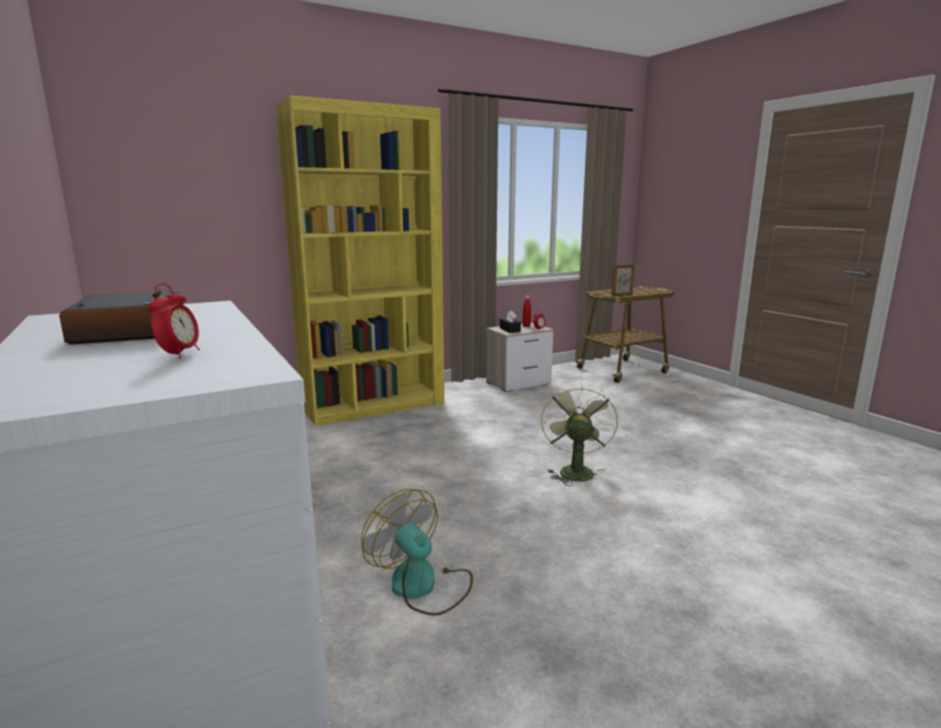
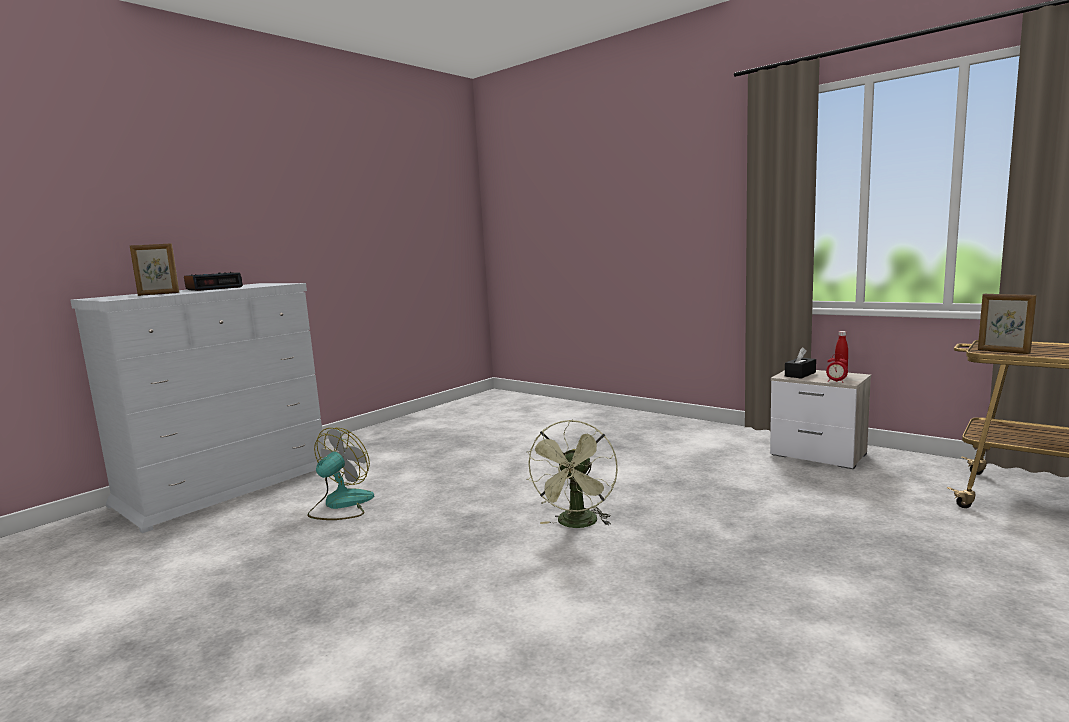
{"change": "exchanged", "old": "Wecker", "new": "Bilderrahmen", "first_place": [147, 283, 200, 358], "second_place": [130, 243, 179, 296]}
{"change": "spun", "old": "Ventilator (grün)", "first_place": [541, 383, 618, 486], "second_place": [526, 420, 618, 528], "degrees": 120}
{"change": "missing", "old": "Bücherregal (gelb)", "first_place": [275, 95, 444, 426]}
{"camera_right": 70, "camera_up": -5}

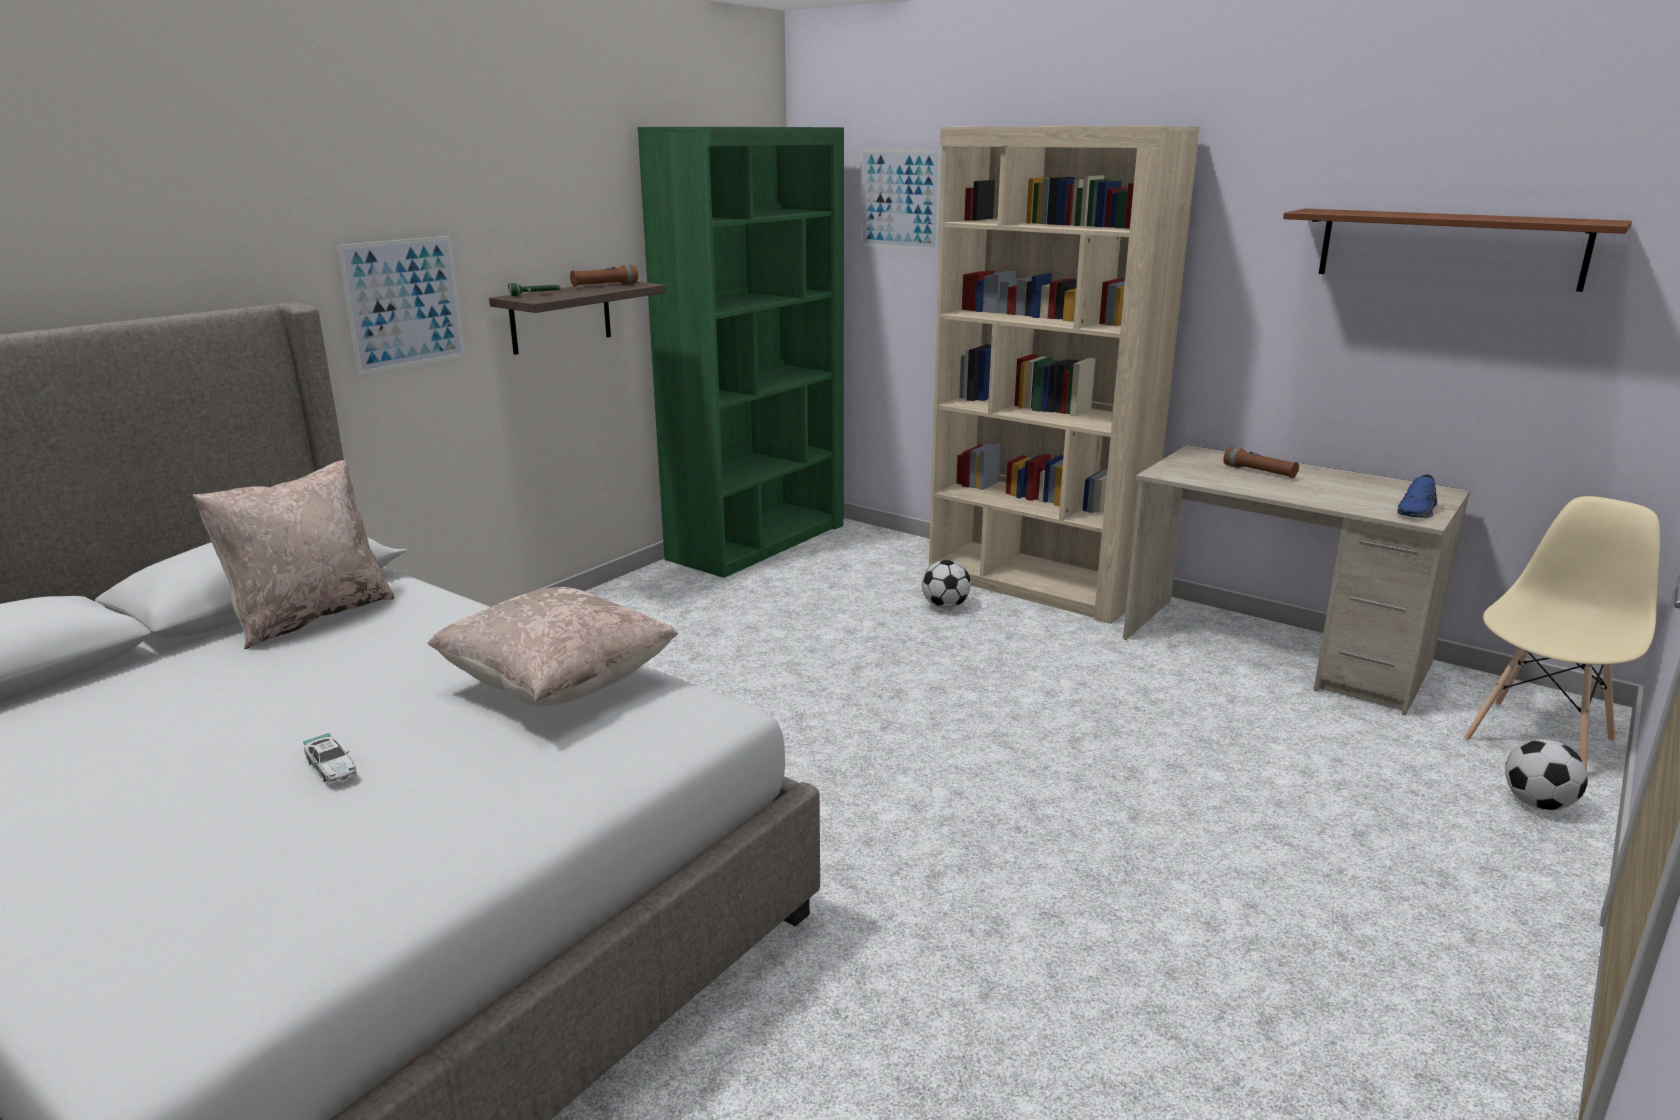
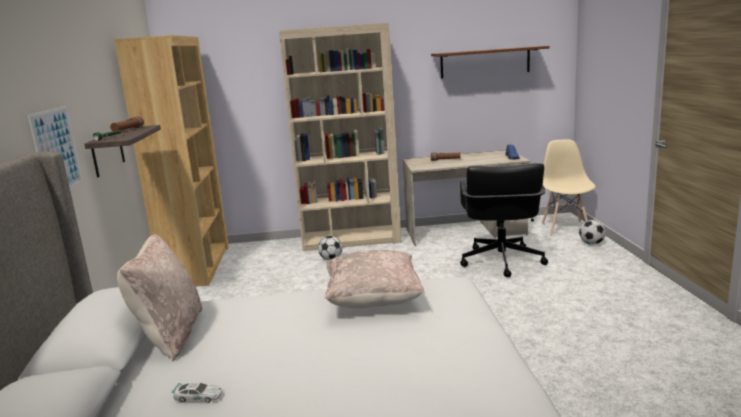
{"change": "colour", "old": "Bücherregal (grün)", "new": "Bücherregal (braun)", "first_place": [637, 127, 844, 578], "second_place": [114, 35, 229, 287]}
{"change": "relocated", "old": "Spielzeugauto", "first_place": [303, 733, 357, 785], "second_place": [172, 382, 222, 403]}
{"change": "appeared", "new": "Bürostuhl (schwarz)", "second_place": [460, 163, 548, 277]}
{"change": "missing", "old": "Bild", "first_place": [860, 149, 942, 251]}
{"camera_right": -40, "camera_up": -5}

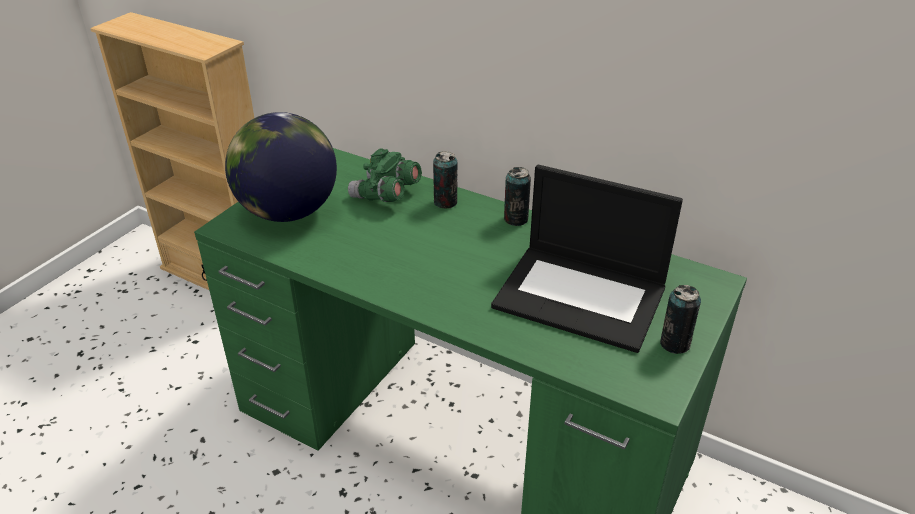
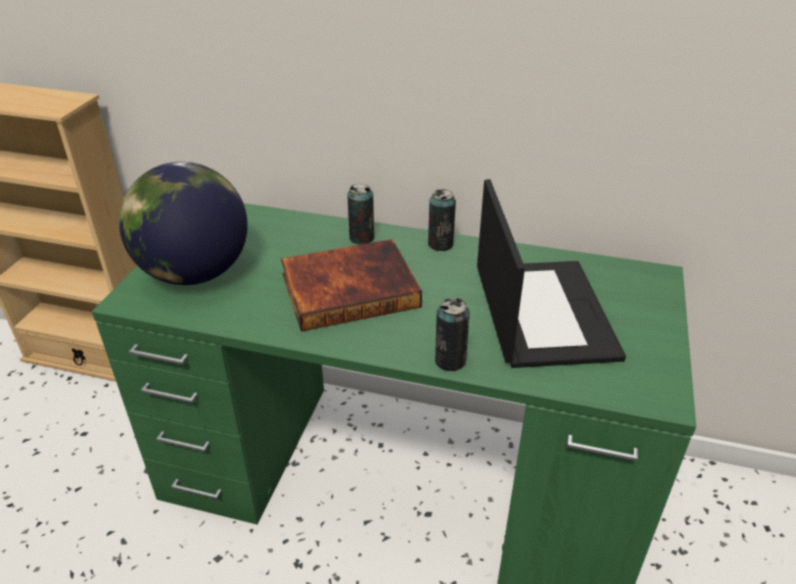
{"change": "appeared", "new": "Buch", "second_place": [281, 239, 422, 332]}
{"change": "relocated", "old": "Dose", "first_place": [660, 285, 701, 354], "second_place": [435, 298, 470, 372]}
{"change": "spun", "old": "Laptop", "first_place": [491, 164, 683, 353], "second_place": [477, 179, 626, 368], "degrees": -105}
{"change": "missing", "old": "Fernglas (grün)", "first_place": [348, 148, 422, 202]}
{"camera_right": -15, "camera_up": 0}

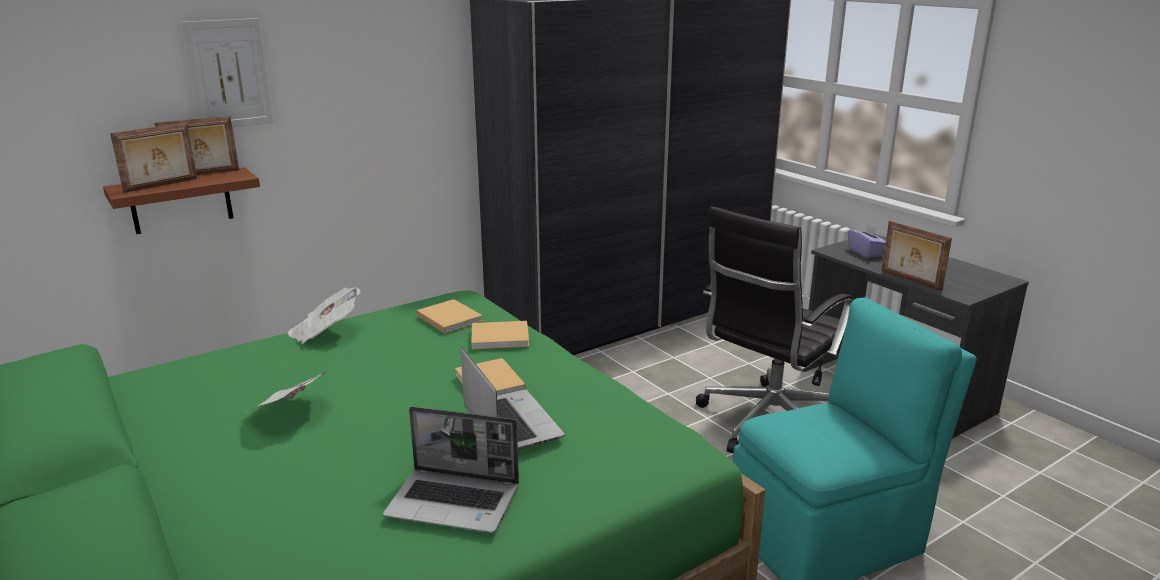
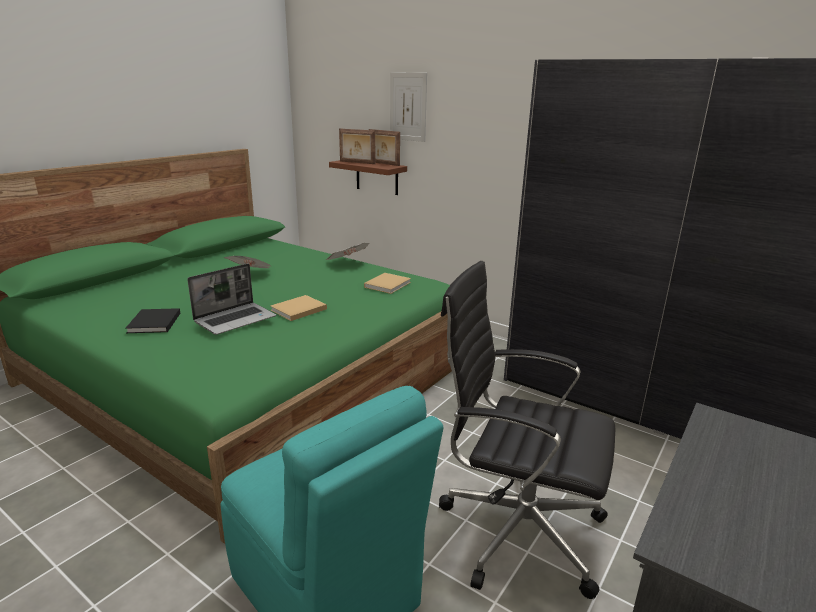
{"change": "exchanged", "old": "Laptop", "new": "Buch (schwarz)", "first_place": [383, 406, 519, 533], "second_place": [125, 308, 180, 333]}
{"change": "missing", "old": "Buch (beige)", "first_place": [471, 321, 529, 349]}
{"change": "missing", "old": "Taschentuchbox (lila)", "first_place": [848, 223, 886, 258]}
{"change": "missing", "old": "Bilderrahmen", "first_place": [882, 221, 952, 291]}
{"camera_right": 70, "camera_up": 0}

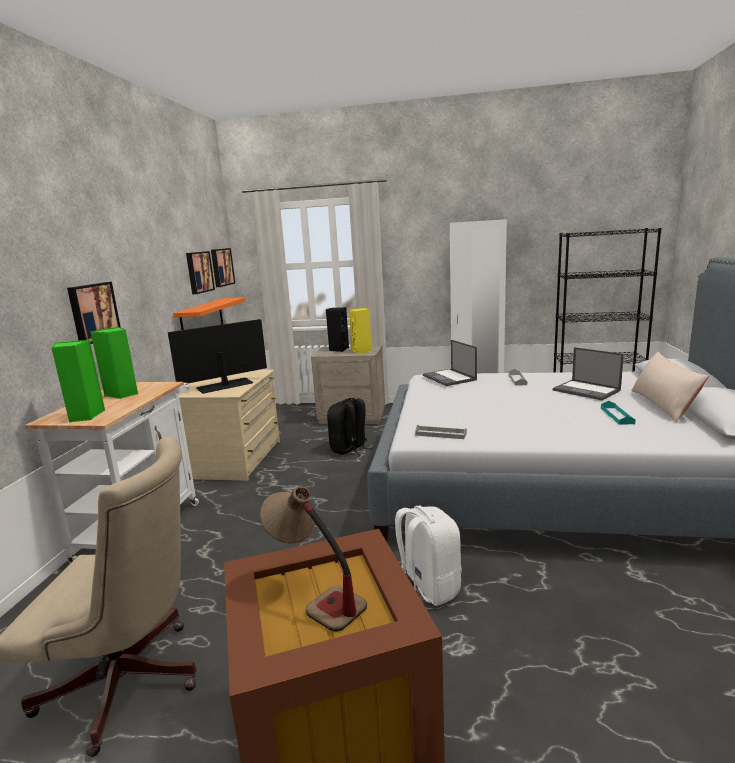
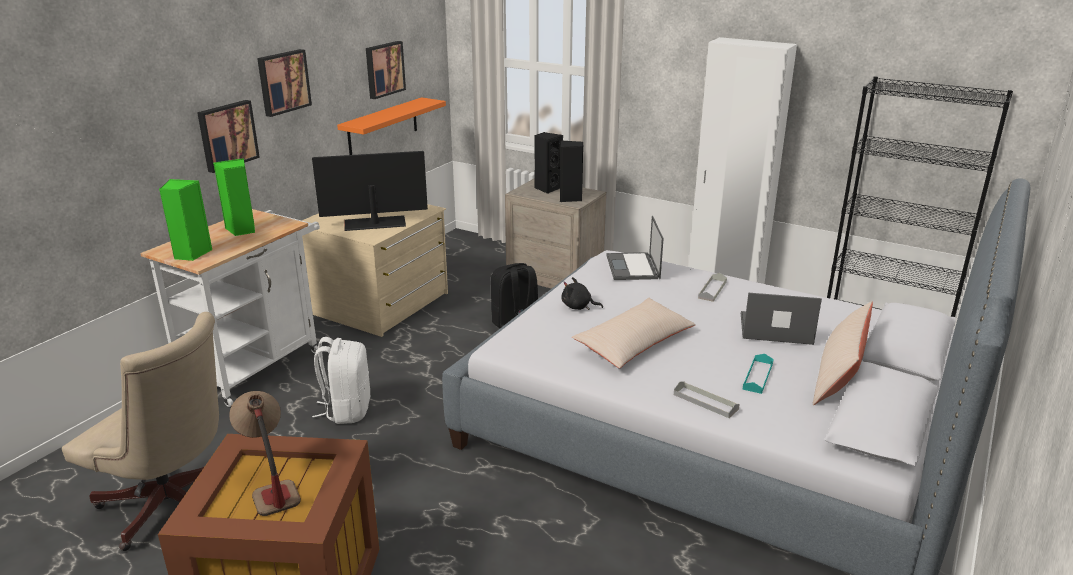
{"change": "relocated", "old": "Bild", "first_place": [211, 248, 235, 287], "second_place": [257, 49, 312, 117]}
{"change": "relocated", "old": "Rucksack (weiß)", "first_place": [395, 505, 462, 606], "second_place": [312, 337, 371, 424]}
{"change": "colour", "old": "Lautsprecher (gelb)", "new": "Lautsprecher (schwarz)", "first_place": [349, 308, 372, 354], "second_place": [560, 140, 583, 202]}
{"change": "appeared", "new": "Plüschtier (schwarz)", "second_place": [561, 277, 603, 310]}
{"change": "appeared", "new": "Kissen (beige)", "second_place": [572, 298, 696, 368]}
{"change": "relocated", "old": "Tablett (grau)", "first_place": [415, 425, 467, 439], "second_place": [674, 381, 740, 418]}
{"change": "spun", "old": "Laptop", "first_place": [553, 347, 624, 400], "second_place": [741, 293, 822, 345], "degrees": 120}
{"camera_right": 20, "camera_up": 10}

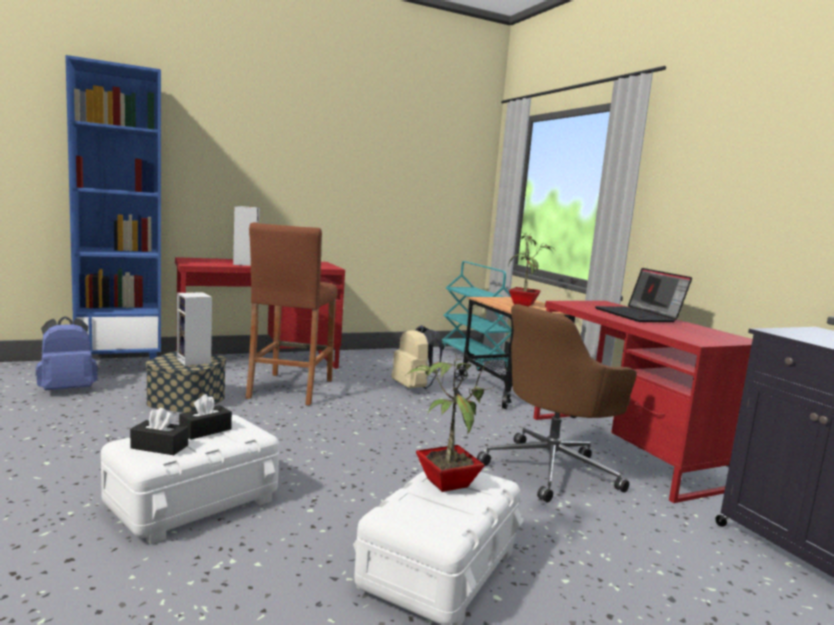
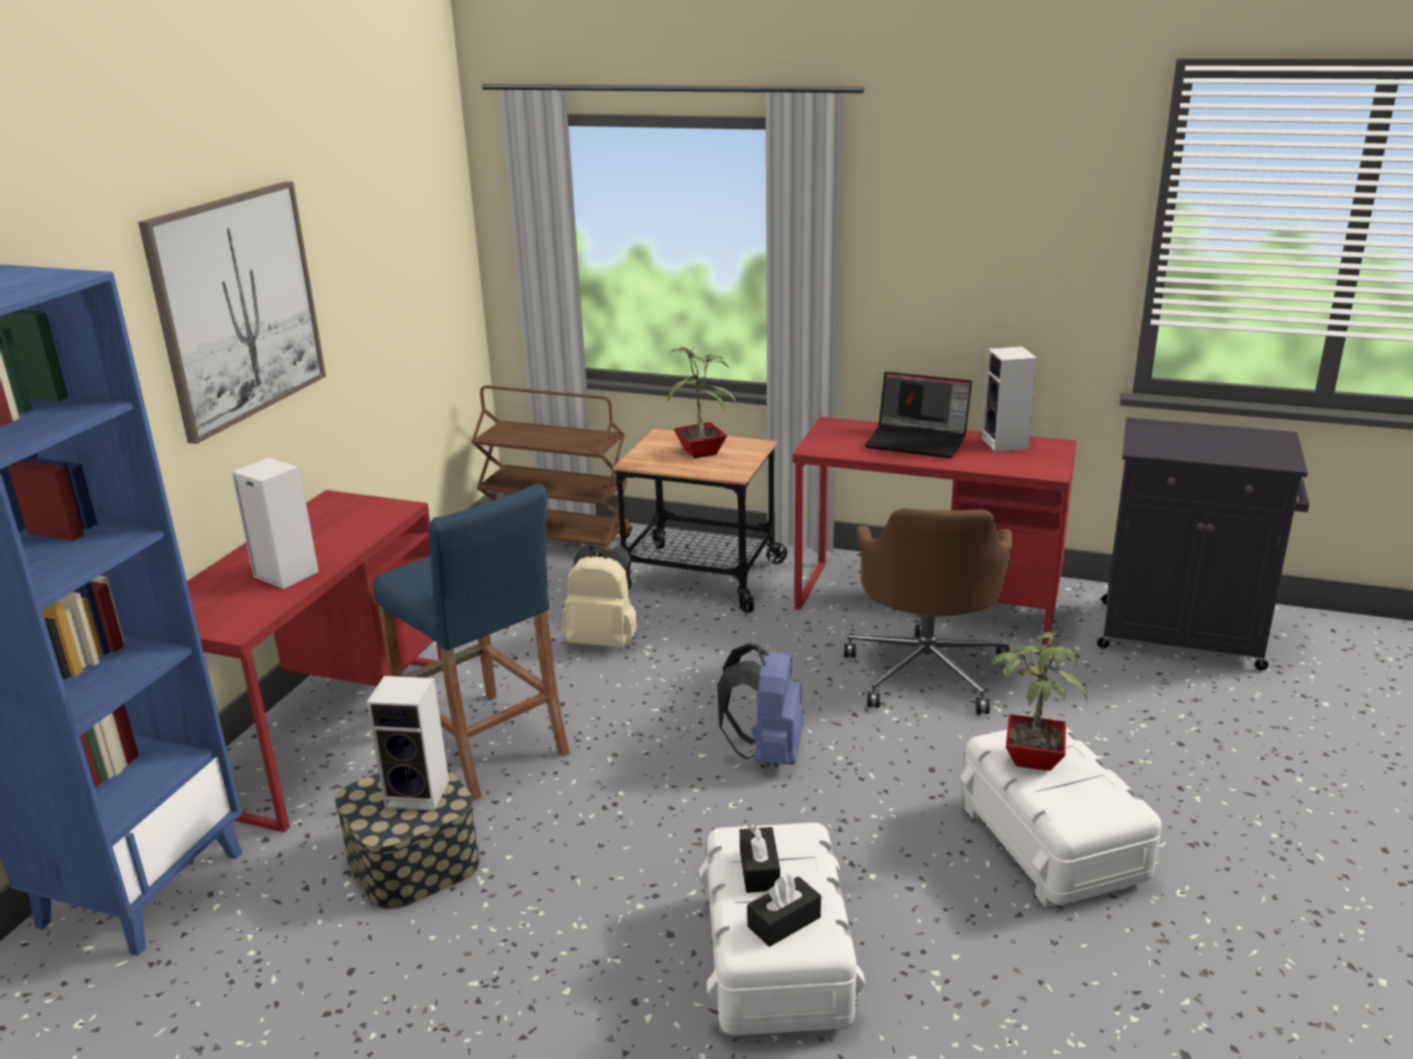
{"change": "appeared", "new": "Bild", "second_place": [138, 182, 326, 444]}
{"change": "colour", "old": "Hocker (braun)", "new": "Hocker (blau)", "first_place": [245, 222, 337, 405], "second_place": [373, 484, 570, 801]}
{"change": "colour", "old": "Rollwagen (türkis)", "new": "Rollwagen (braun)", "first_place": [439, 261, 511, 371], "second_place": [471, 385, 632, 557]}
{"change": "relocated", "old": "Rucksack (blau)", "first_place": [35, 316, 98, 390], "second_place": [717, 643, 803, 765]}
{"change": "appeared", "new": "Lautsprecher", "second_place": [981, 346, 1037, 452]}
{"camera_right": -45, "camera_up": 15}

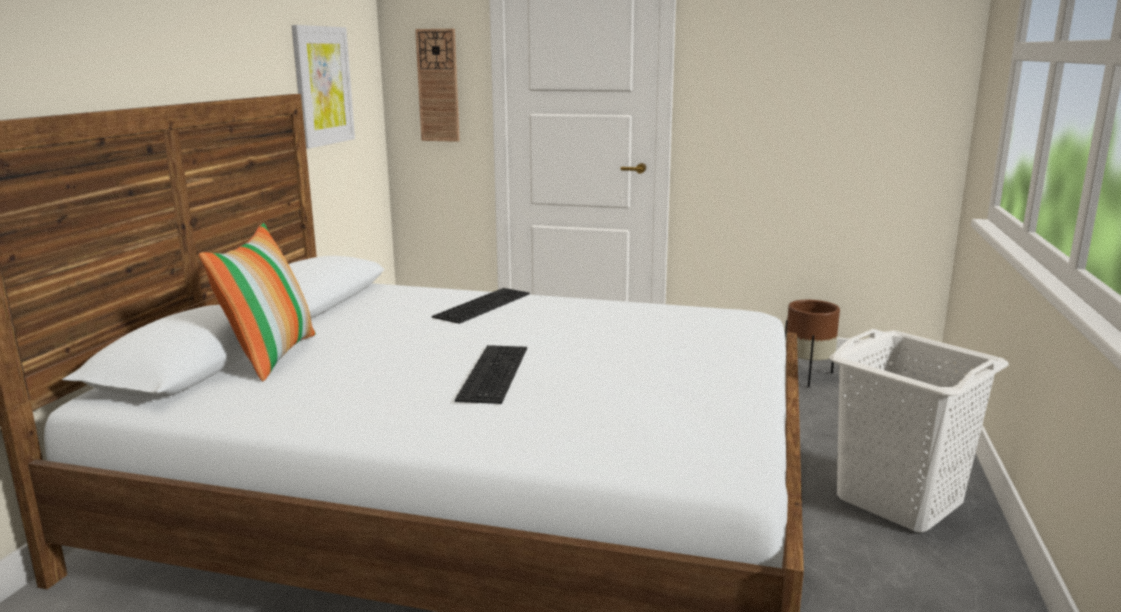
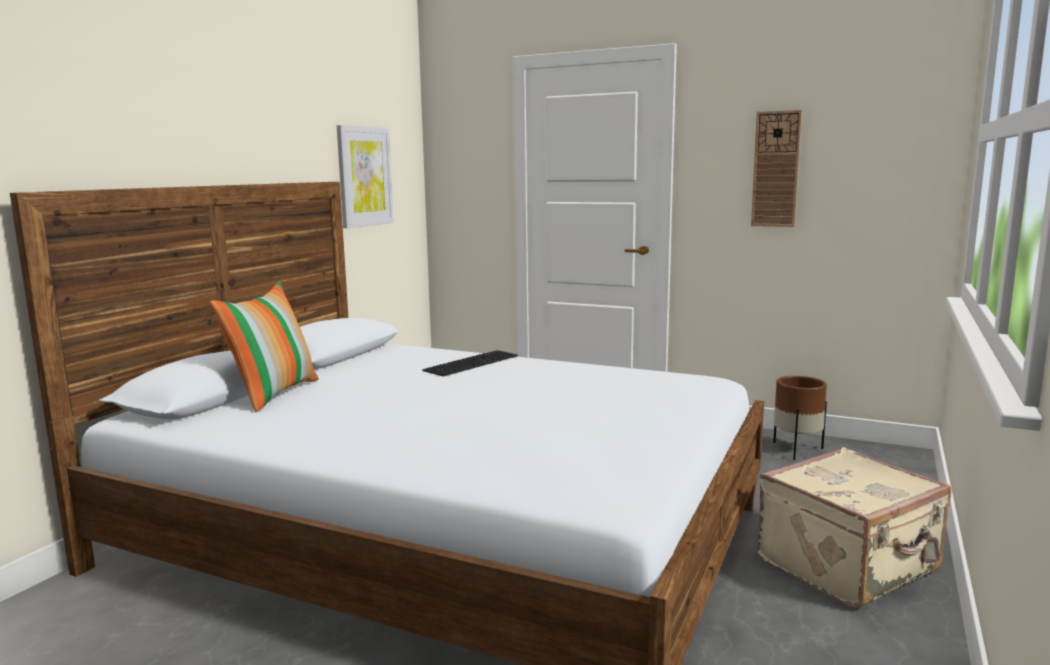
{"change": "relocated", "old": "Wanduhr", "first_place": [415, 29, 460, 142], "second_place": [751, 110, 802, 227]}
{"change": "exchanged", "old": "Wäschekorb (weiß)", "new": "Koffer (beige)", "first_place": [829, 329, 1009, 533], "second_place": [757, 447, 951, 608]}
{"change": "missing", "old": "Tastatur", "first_place": [455, 345, 527, 404]}
{"camera_right": 10, "camera_up": -5}

